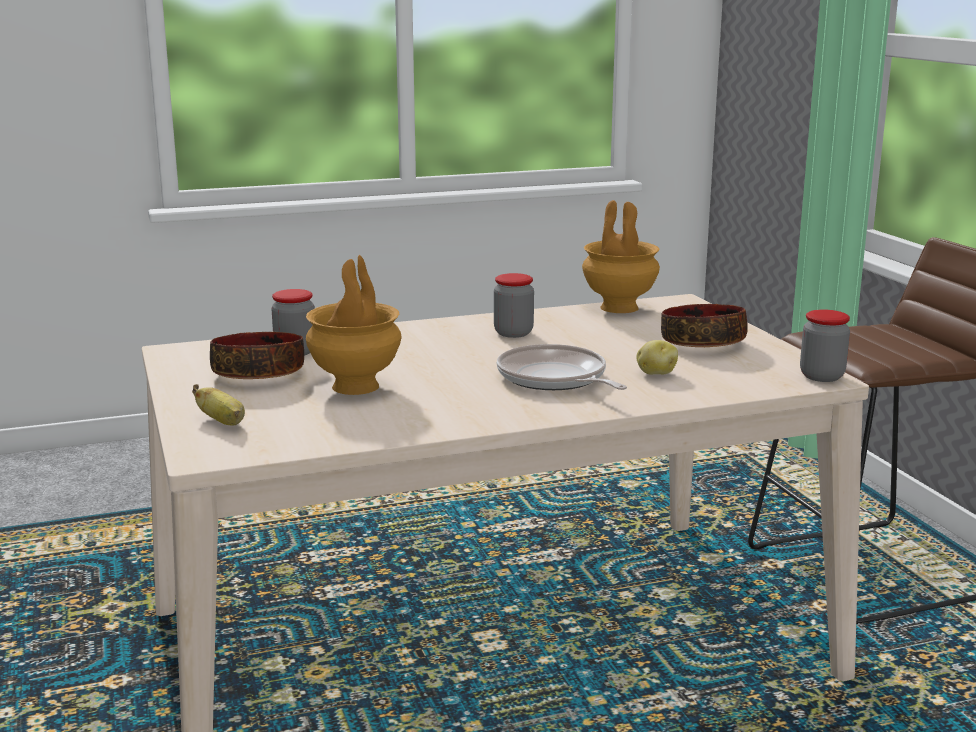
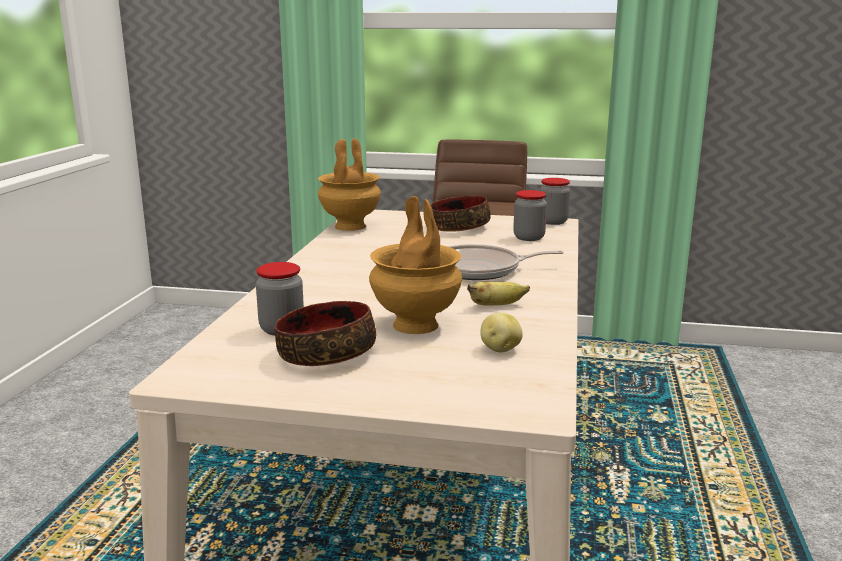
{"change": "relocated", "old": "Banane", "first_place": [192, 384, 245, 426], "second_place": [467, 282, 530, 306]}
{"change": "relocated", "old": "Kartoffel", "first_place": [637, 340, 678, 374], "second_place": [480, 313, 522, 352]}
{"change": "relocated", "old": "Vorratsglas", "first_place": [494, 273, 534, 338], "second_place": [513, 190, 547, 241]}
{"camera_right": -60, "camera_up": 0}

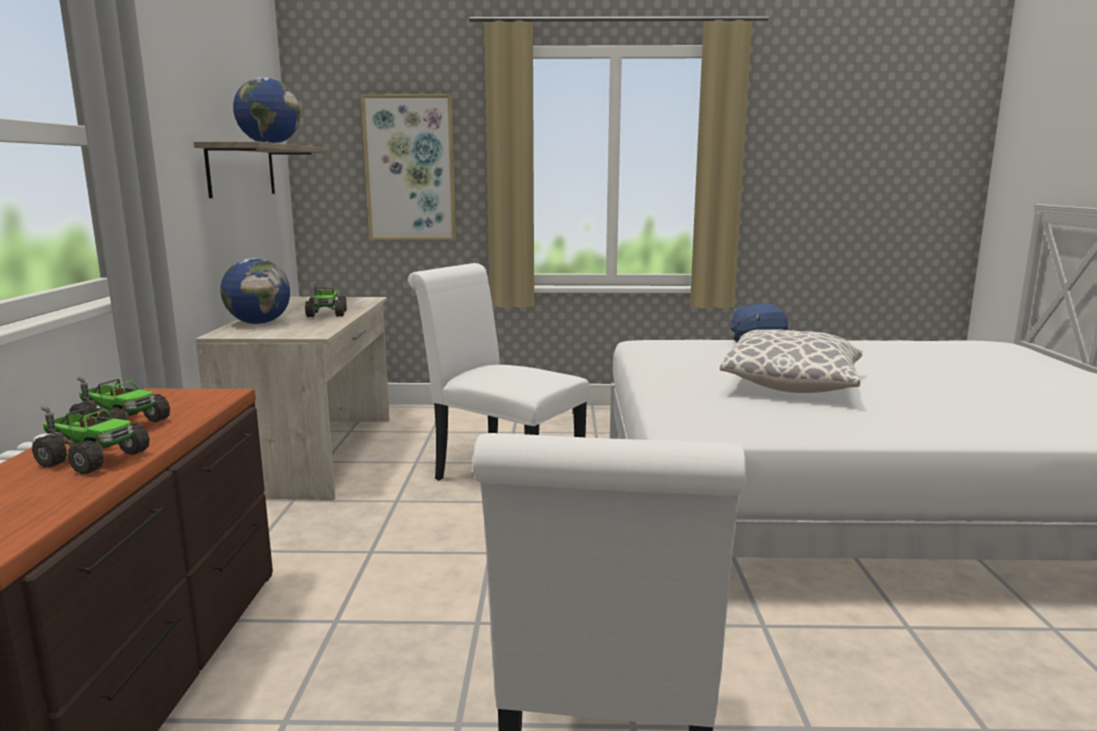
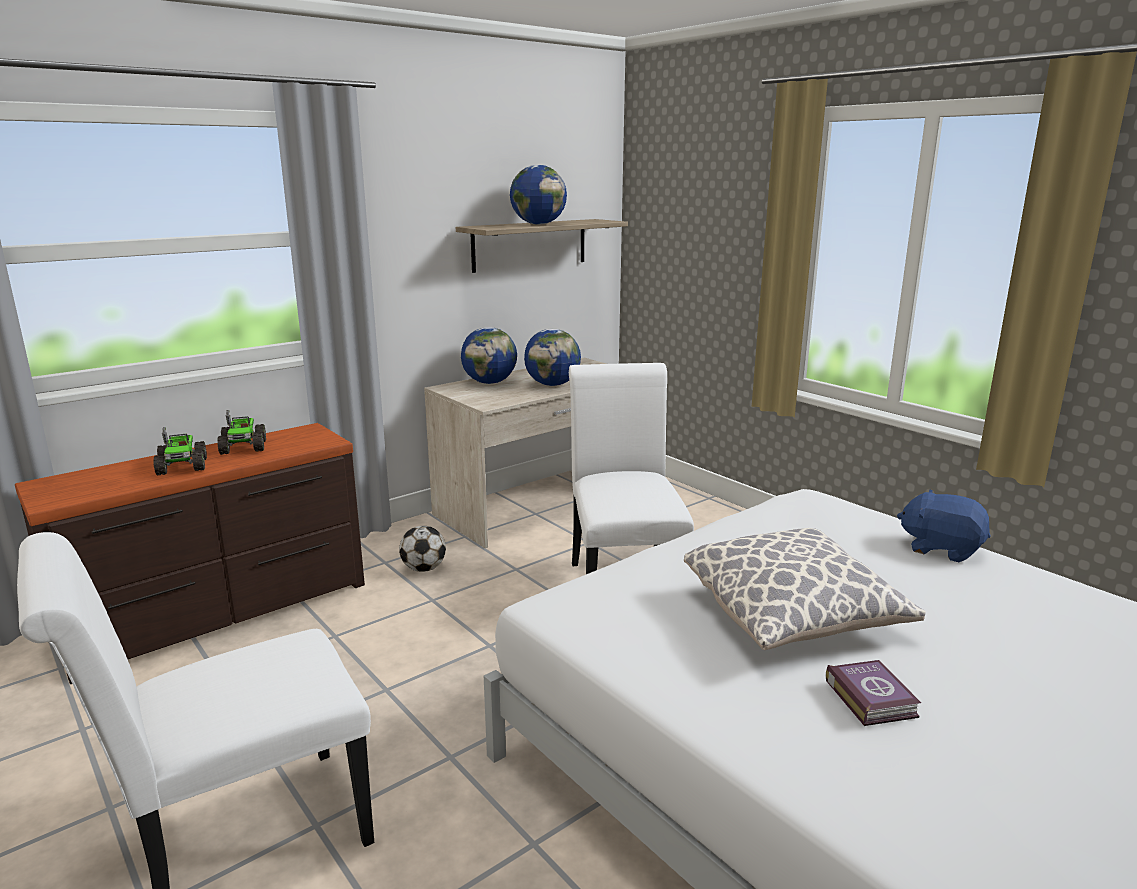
{"change": "appeared", "new": "Fußball", "second_place": [399, 526, 446, 572]}
{"change": "exchanged", "old": "Spielzeuglaster", "new": "Globus", "first_place": [305, 282, 347, 317], "second_place": [524, 329, 581, 386]}
{"change": "appeared", "new": "Buch", "second_place": [826, 660, 921, 726]}
{"change": "missing", "old": "Bild", "first_place": [361, 94, 456, 240]}
{"camera_right": 50, "camera_up": 5}

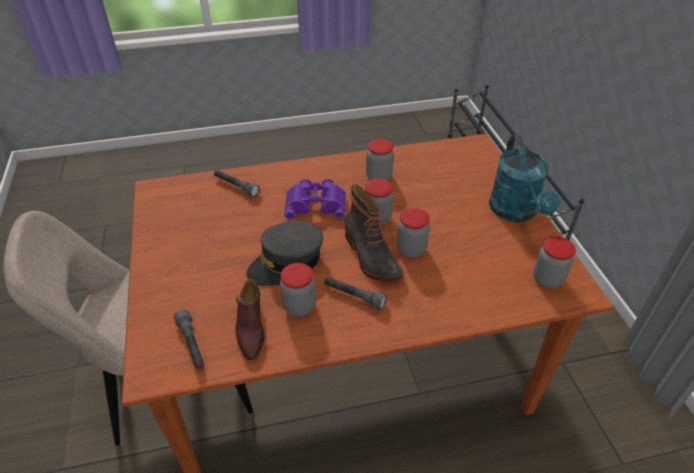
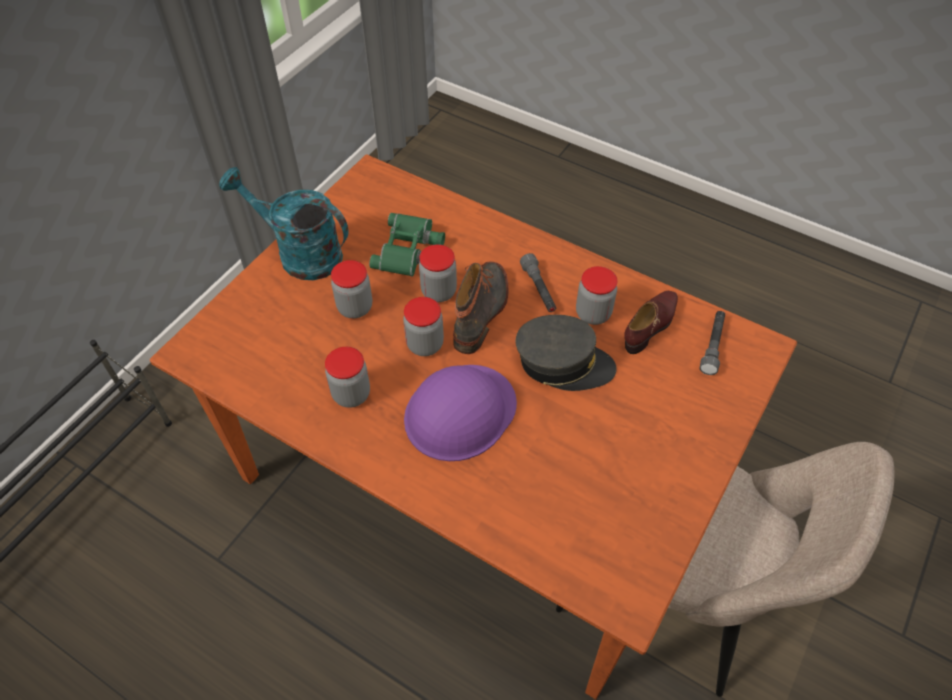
{"change": "spun", "old": "Gießkanne (türkis)", "first_place": [489, 135, 560, 222], "second_place": [219, 167, 349, 280], "degrees": -105}
{"change": "relocated", "old": "Vorratsglas", "first_place": [533, 236, 576, 288], "second_place": [331, 260, 372, 318]}
{"change": "appeared", "new": "Fernglas (grün)", "second_place": [369, 213, 445, 277]}
{"change": "exchanged", "old": "Fernglas (lila)", "new": "Schutzhelm (lila)", "first_place": [284, 179, 346, 220], "second_place": [404, 365, 517, 461]}
{"change": "missing", "old": "Taschenlampe (grau)", "first_place": [214, 170, 260, 197]}
{"camera_right": -135, "camera_up": 10}

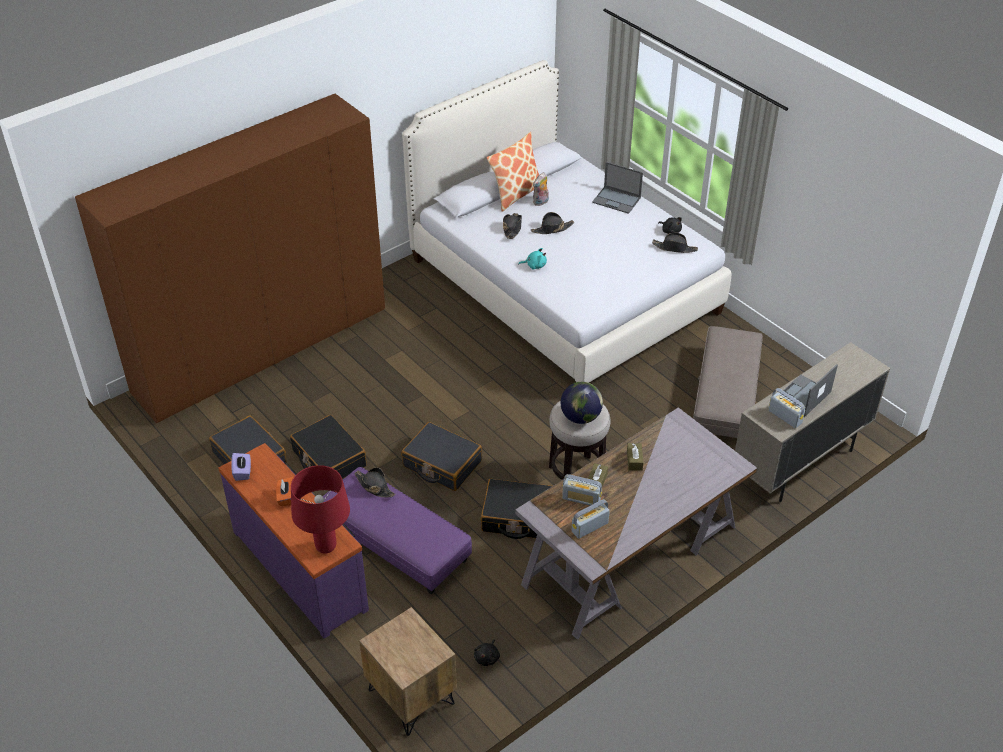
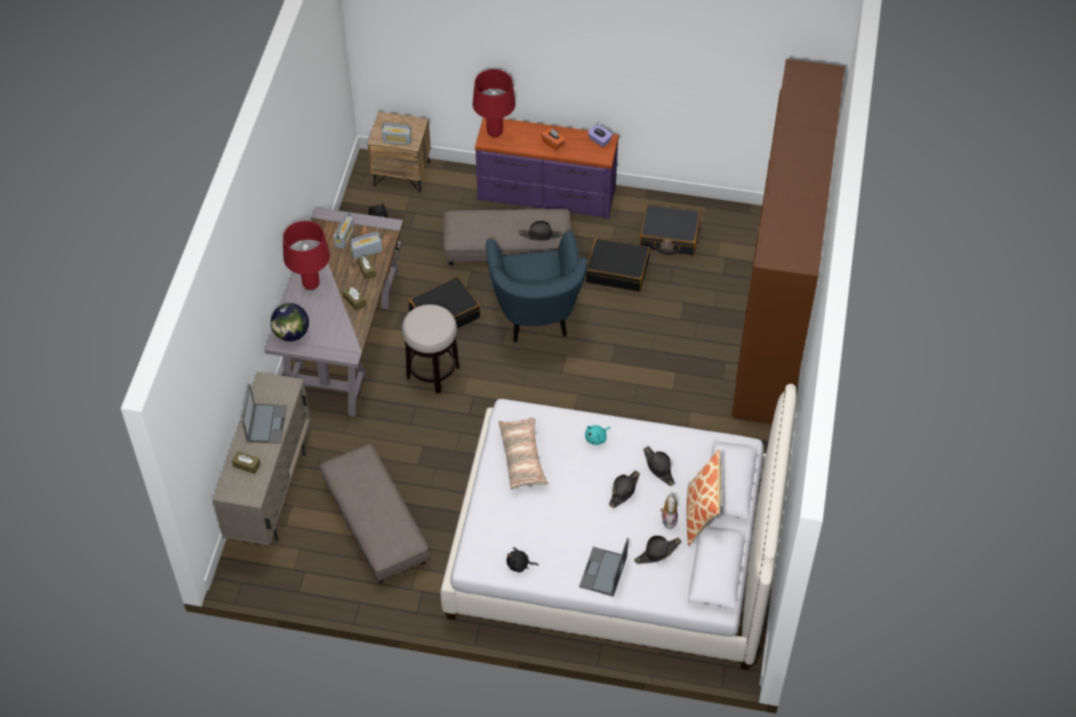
{"change": "appeared", "new": "Taschentuchbox (braun)", "second_place": [232, 451, 261, 474]}
{"change": "relocated", "old": "Globus", "first_place": [561, 382, 603, 424], "second_place": [271, 303, 309, 342]}
{"change": "appeared", "new": "Tischlampe (rot)", "second_place": [283, 221, 330, 290]}
{"change": "relocated", "old": "Radio", "first_place": [768, 388, 805, 428], "second_place": [381, 123, 412, 145]}
{"change": "colour", "old": "Polsterhocker (lila)", "new": "Polsterhocker (grau)", "first_place": [323, 467, 472, 594], "second_place": [444, 209, 571, 266]}
{"change": "exchanged", "old": "Koffer (schwarz)", "new": "Sessel (blau)", "first_place": [401, 422, 482, 491], "second_place": [486, 230, 588, 342]}
{"change": "appeared", "new": "Kissen", "second_place": [498, 418, 547, 490]}
{"change": "spun", "old": "Laptop", "first_place": [592, 162, 643, 214], "second_place": [579, 537, 629, 597], "degrees": -60}
{"change": "relocated", "old": "Hut (schwarz)", "first_place": [652, 233, 698, 253], "second_place": [634, 535, 682, 564]}
{"camera_right": 140, "camera_up": 10}

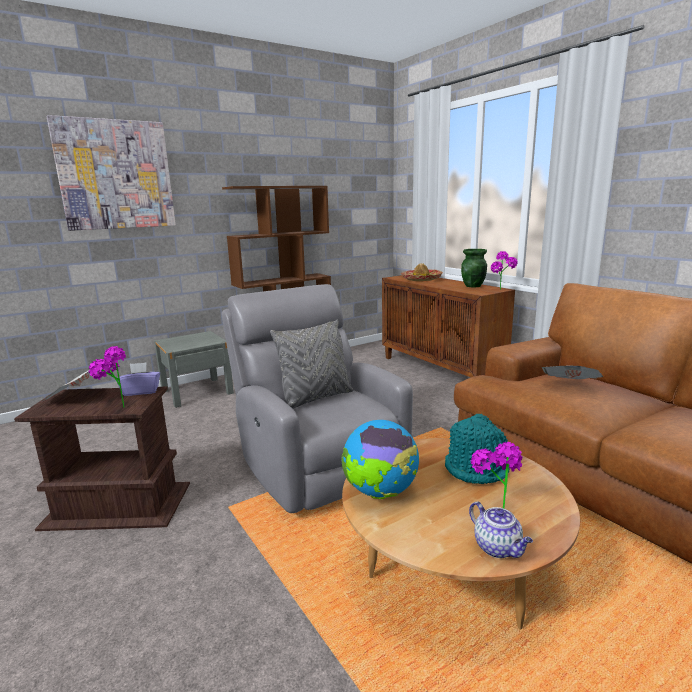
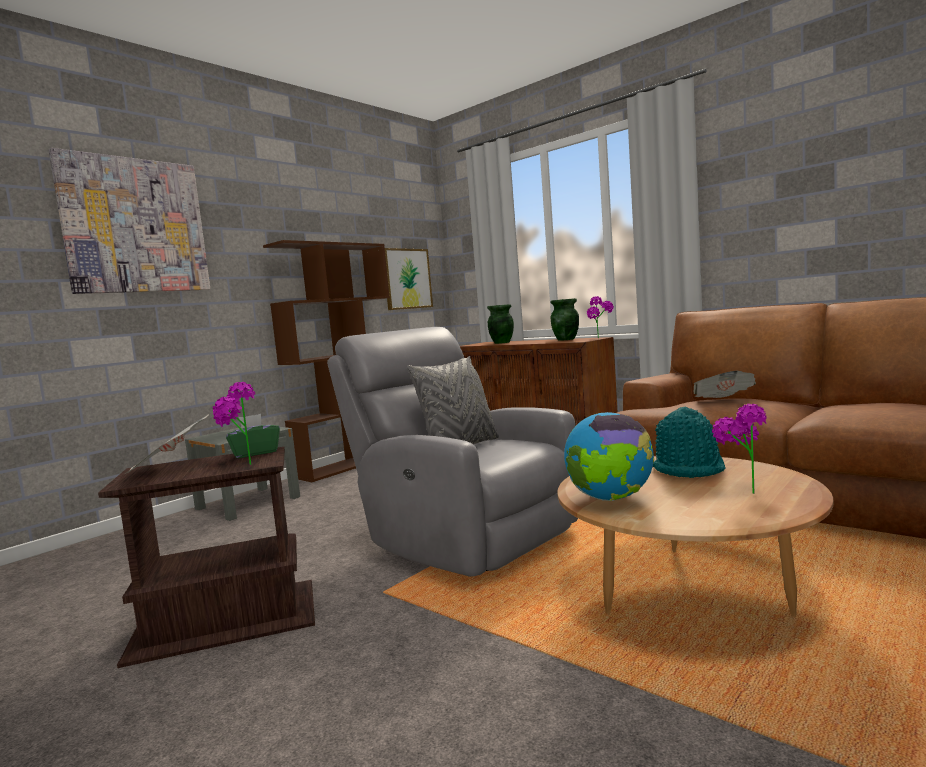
{"change": "colour", "old": "Taschentuchbox (lila)", "new": "Taschentuchbox (grün)", "first_place": [117, 363, 160, 396], "second_place": [226, 414, 280, 458]}
{"change": "appeared", "new": "Bild", "second_place": [385, 248, 433, 310]}
{"change": "exchanged", "old": "Hut", "new": "Vase (grün)", "first_place": [401, 263, 443, 281], "second_place": [487, 304, 514, 344]}
{"change": "missing", "old": "Teekanne", "first_place": [469, 501, 533, 558]}
{"camera_right": -15, "camera_up": -10}

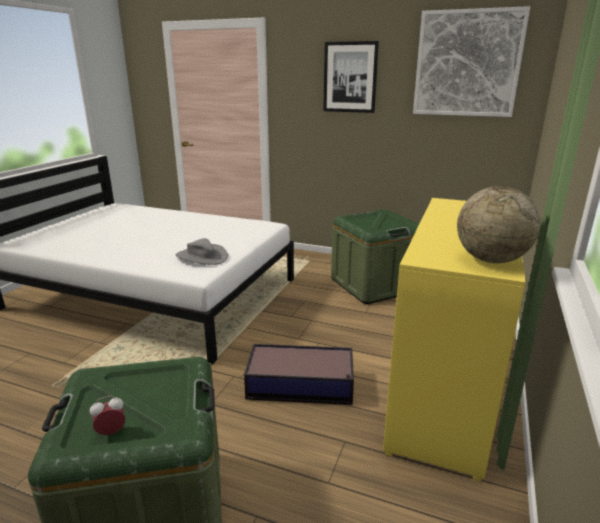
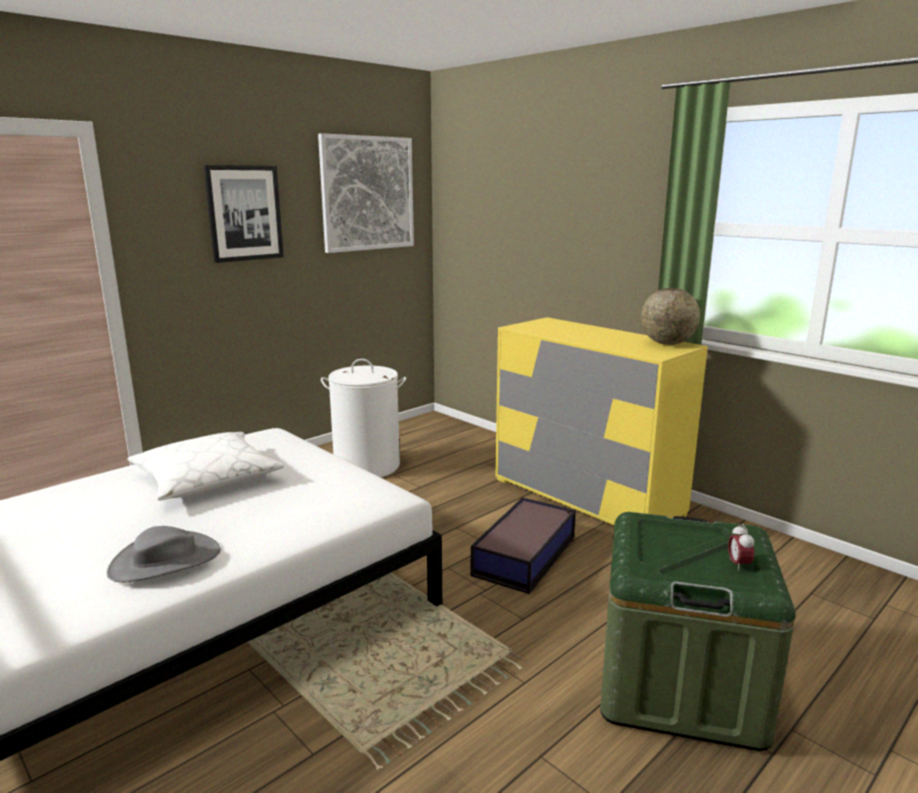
{"change": "relocated", "old": "Hut (grau)", "first_place": [176, 238, 228, 265], "second_place": [107, 526, 221, 582]}
{"change": "appeared", "new": "Kissen (weiß)", "second_place": [127, 432, 284, 500]}
{"change": "exchanged", "old": "Aufbewahrungsbox (grün)", "new": "Wäschekorb (weiß)", "first_place": [331, 210, 419, 304], "second_place": [321, 359, 406, 477]}
{"camera_right": -65, "camera_up": -5}

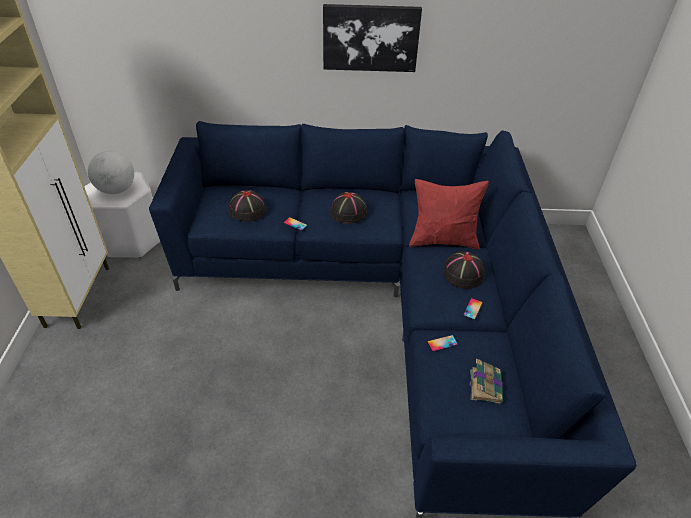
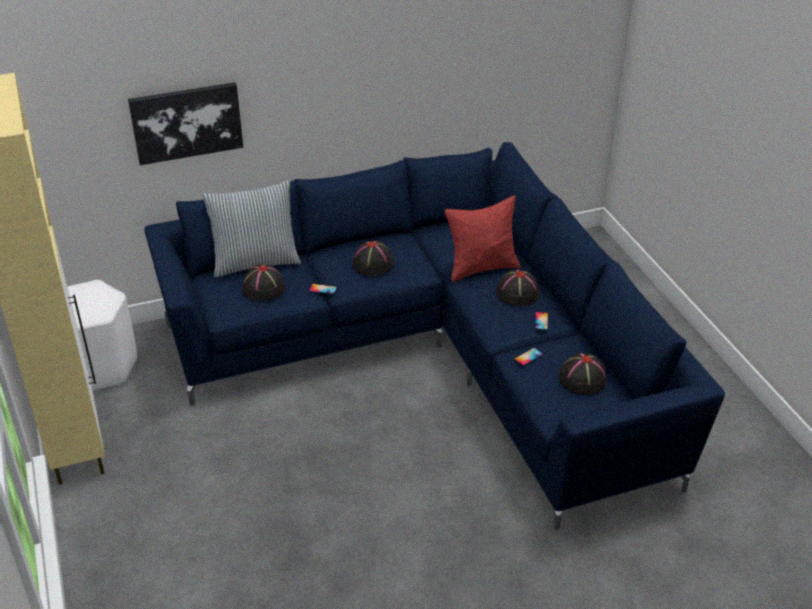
{"change": "relocated", "old": "Bild", "first_place": [323, 4, 422, 72], "second_place": [128, 82, 243, 165]}
{"change": "appeared", "new": "Kissen", "second_place": [202, 180, 301, 278]}
{"change": "exchanged", "old": "Buch", "new": "Hut (schwarz)", "first_place": [470, 359, 503, 404], "second_place": [559, 353, 607, 395]}
{"change": "missing", "old": "Globus", "first_place": [88, 151, 134, 194]}
{"camera_right": -20, "camera_up": -5}

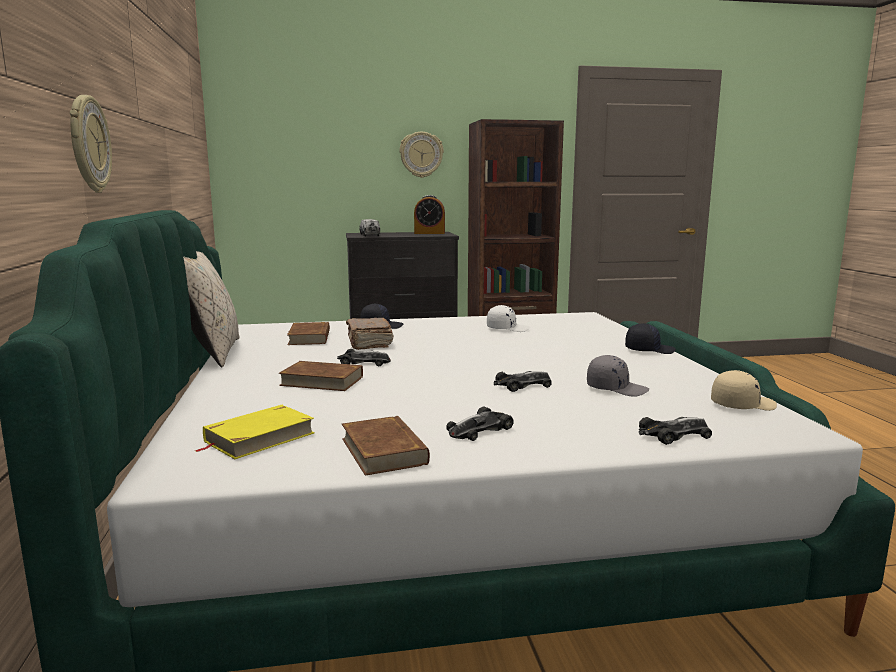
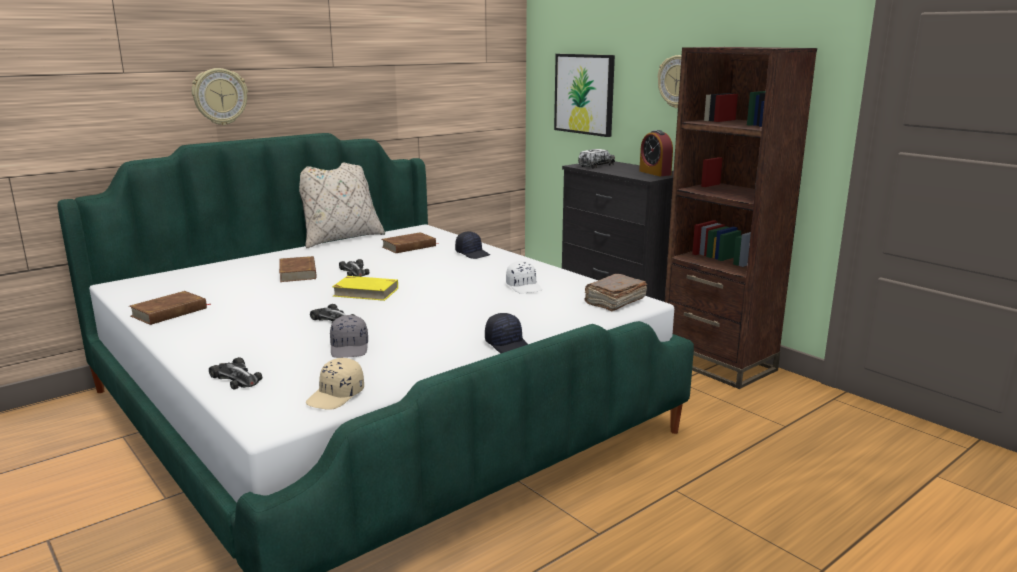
{"change": "spun", "old": "Kappe (beige)", "first_place": [711, 370, 777, 411], "second_place": [306, 358, 364, 410], "degrees": 75}
{"change": "relocated", "old": "Buch (gelb)", "first_place": [194, 405, 315, 459], "second_place": [332, 276, 398, 301]}
{"change": "appeared", "new": "Bild", "second_place": [554, 54, 615, 137]}
{"change": "relocated", "old": "Buch (braun)", "first_place": [346, 318, 394, 350], "second_place": [584, 274, 647, 311]}
{"change": "missing", "old": "Spielzeugauto", "first_place": [446, 406, 514, 441]}
{"camera_right": 60, "camera_up": 5}

